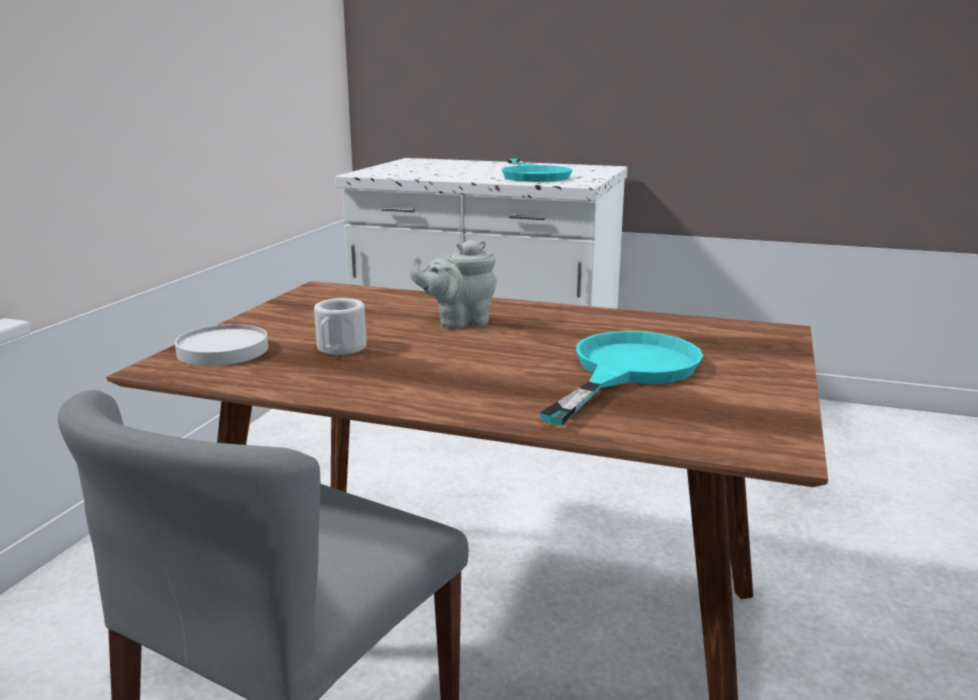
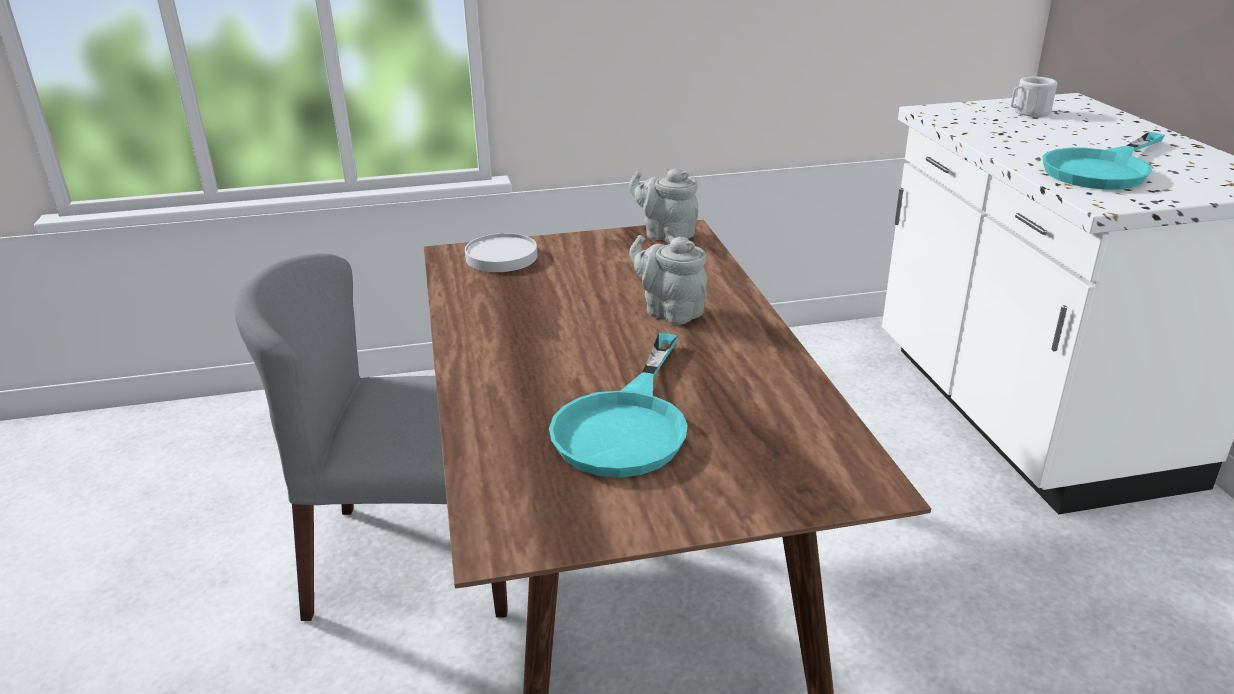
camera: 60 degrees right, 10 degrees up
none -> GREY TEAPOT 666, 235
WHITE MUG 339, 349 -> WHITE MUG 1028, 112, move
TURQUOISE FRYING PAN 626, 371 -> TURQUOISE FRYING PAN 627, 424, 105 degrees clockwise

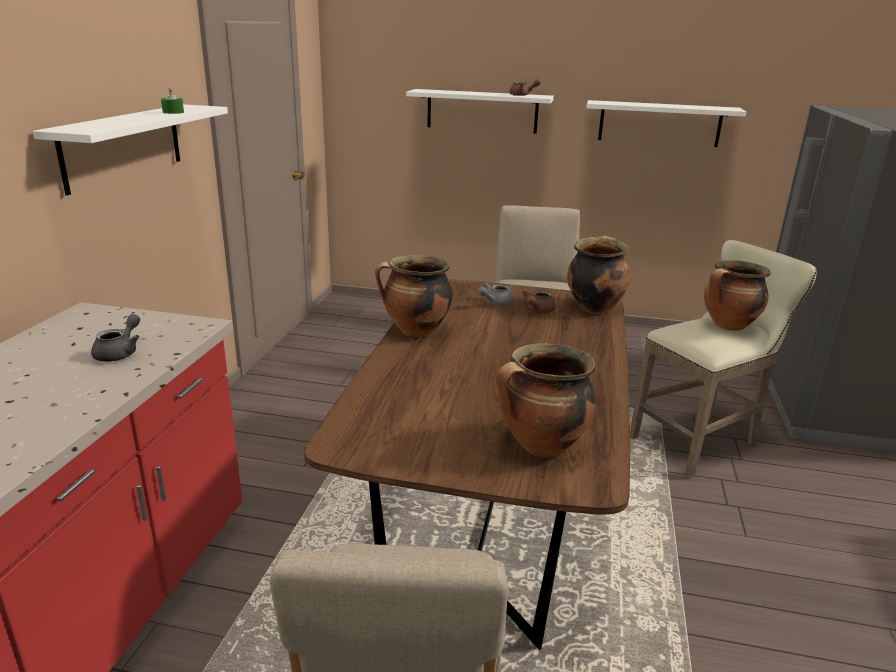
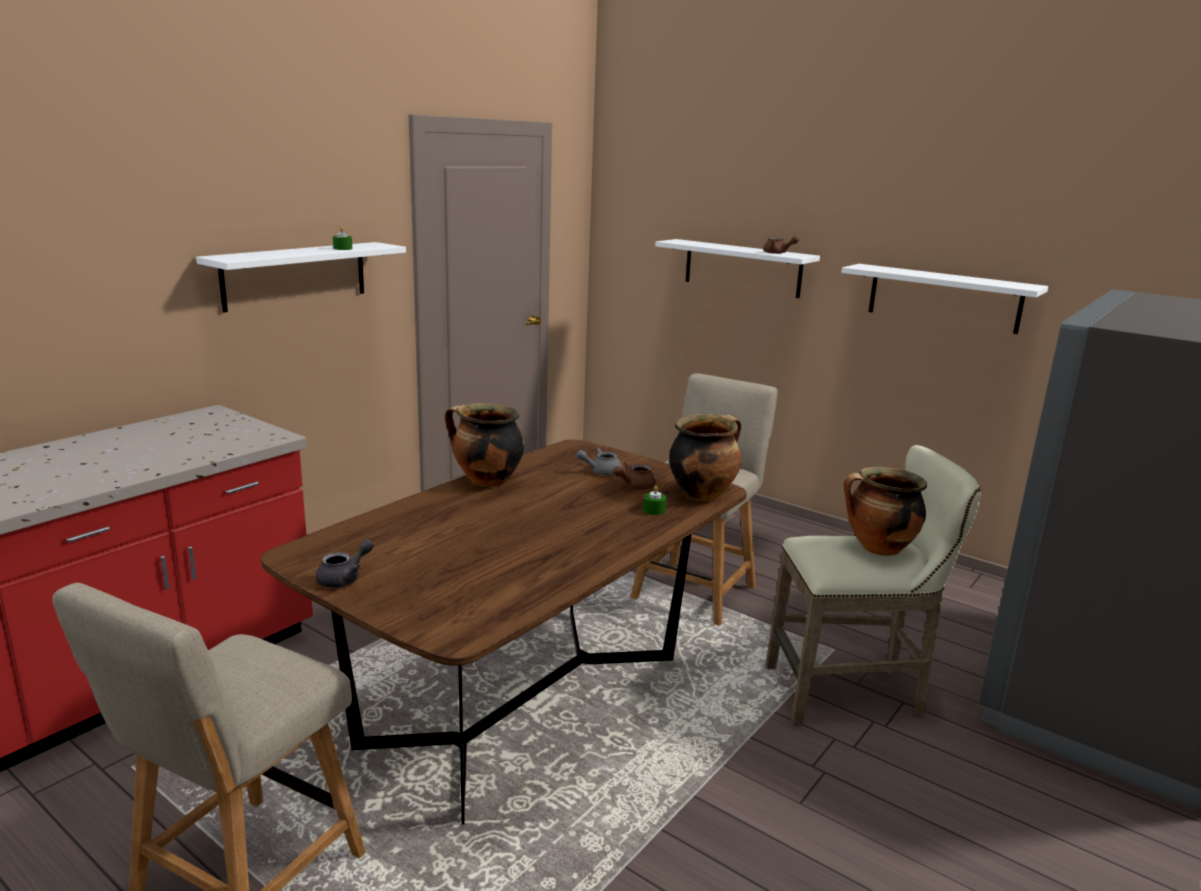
camera: 25 degrees right, 5 degrees down
COOKING POT 541, 446 -> none
none -> GREEN CANDLE 654, 510
GREY TEAPOT 120, 353 -> GREY TEAPOT 345, 578, move

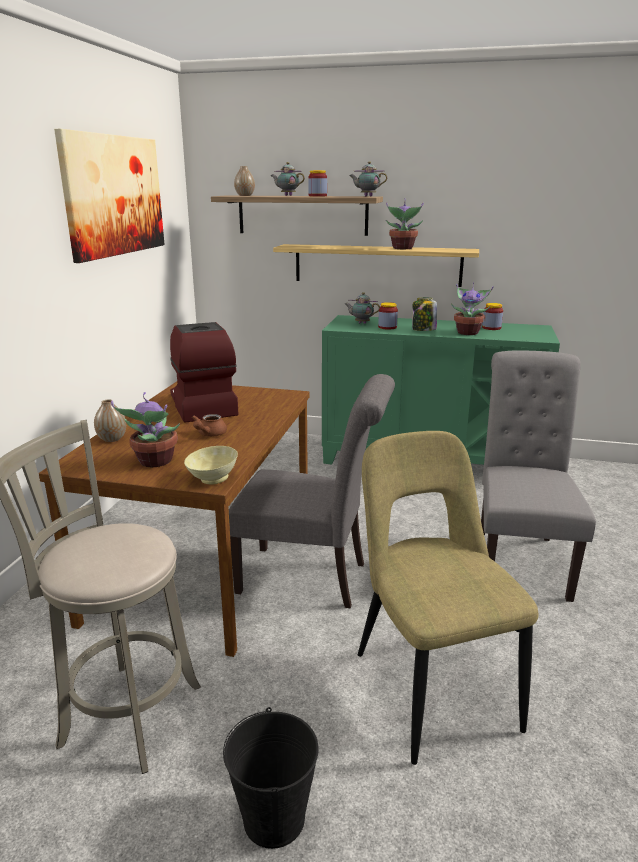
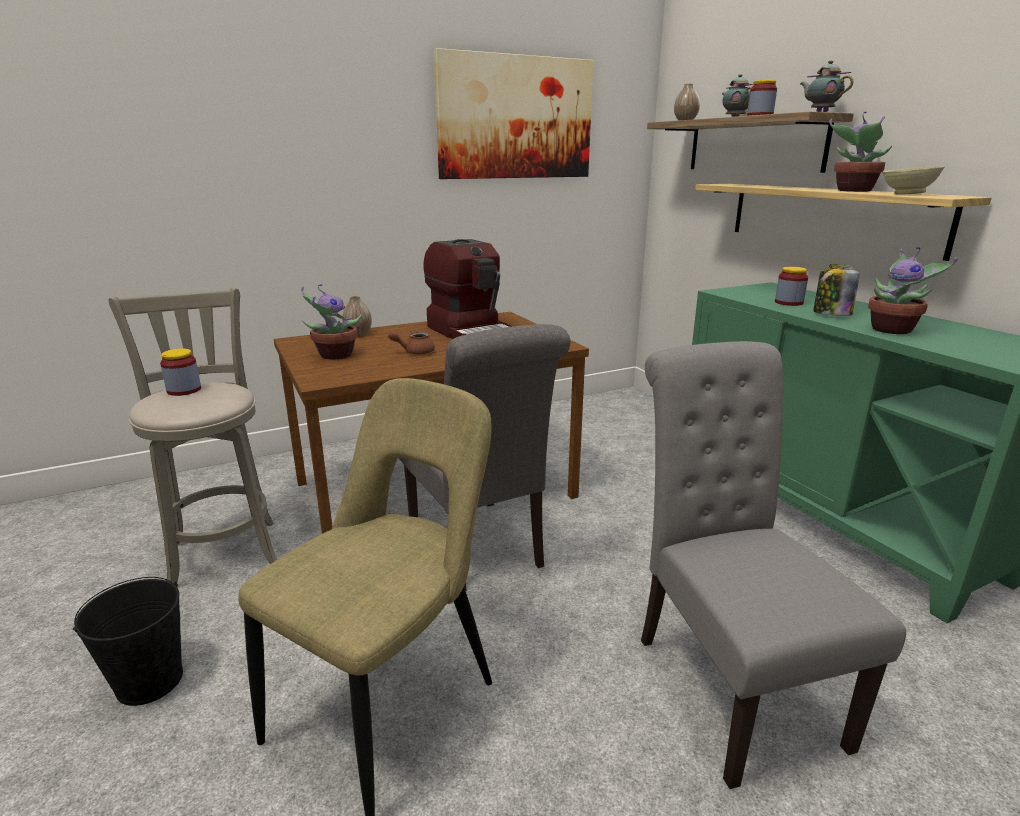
camera: 50 degrees right, 0 degrees up
TEAPOT 361, 323 -> none
BEIGE BOWL 212, 479 -> BEIGE BOWL 906, 194, move
JAR 491, 328 -> JAR 184, 390, move
COFFEE MACHINE 201, 406 -> COFFEE MACHINE 471, 332, 120 degrees clockwise
GREY CHAIR 519, 558 -> GREY CHAIR 727, 680, 75 degrees counterclockwise

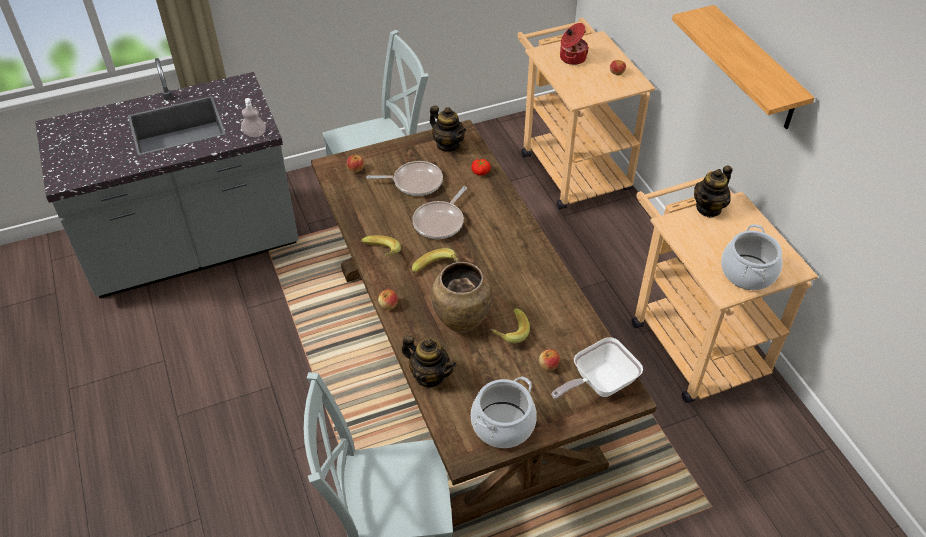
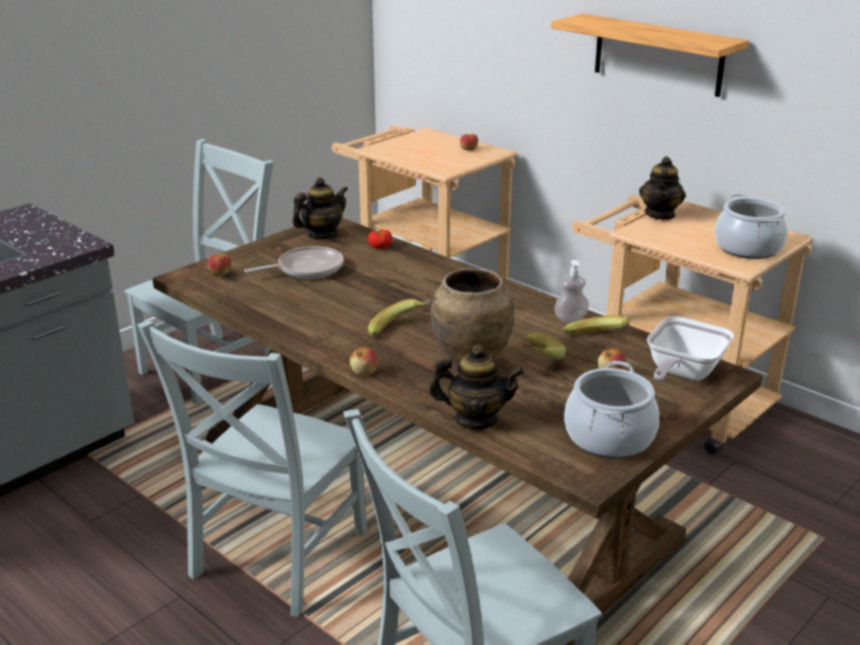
camera: 25 degrees left, 20 degrees down
FRYING PAN 440, 221 -> none
COOKING POT 572, 57 -> none
none -> GREY CHAIR 275, 558
SOAP DISPENSER 254, 134 -> SOAP DISPENSER 570, 319, move
BANANA 380, 255 -> BANANA 598, 341, move
TEAPOT 448, 144 -> TEAPOT 322, 234, 60 degrees counterclockwise

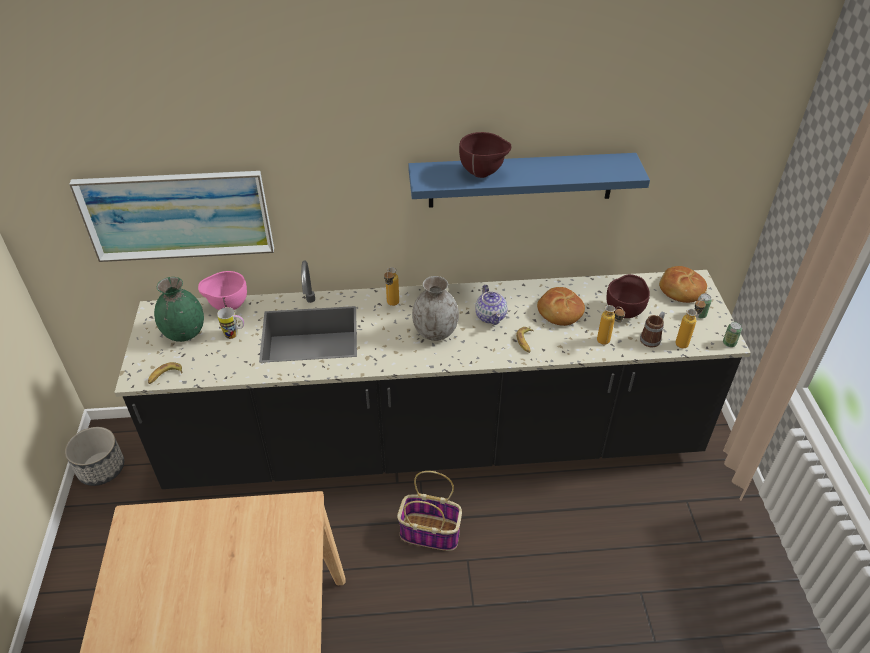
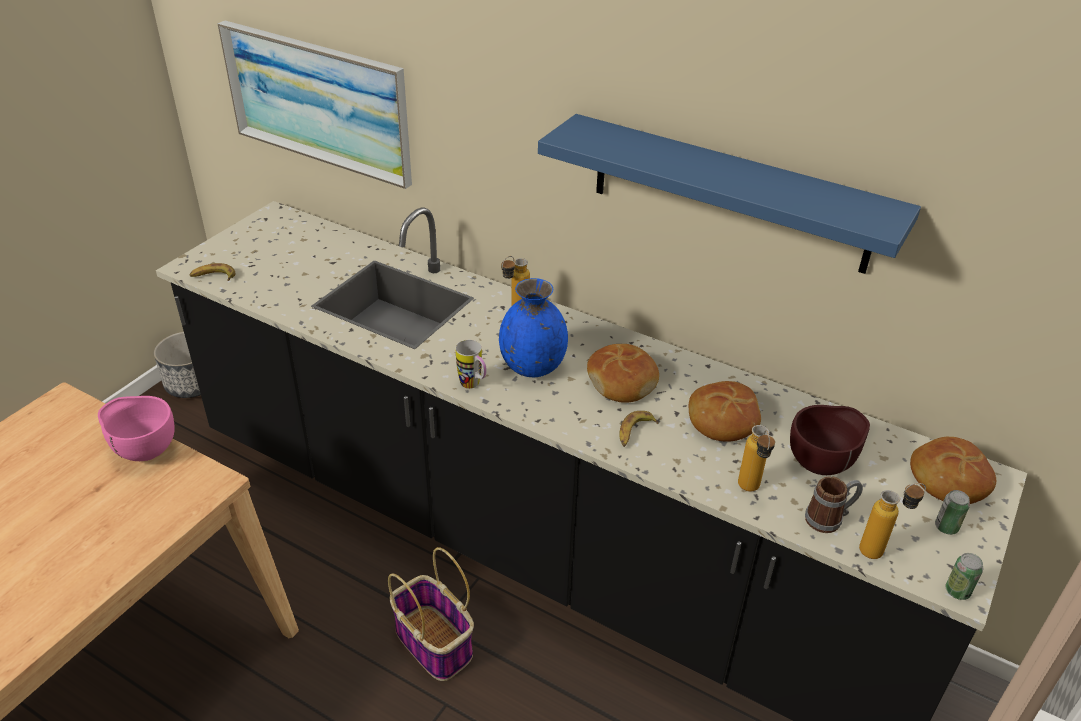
camera: 35 degrees right, 5 degrees down
GREEN VASE 185, 333 -> none
BROWN BOWL 483, 174 -> none
PINK BOWL 227, 307 -> PINK BOWL 145, 451, move
MUG 235, 335 -> MUG 473, 386, move
TEAPOT 490, 316 -> BREAD 622, 381
GREY VASE 435, 332 -> BLUE VASE 532, 366

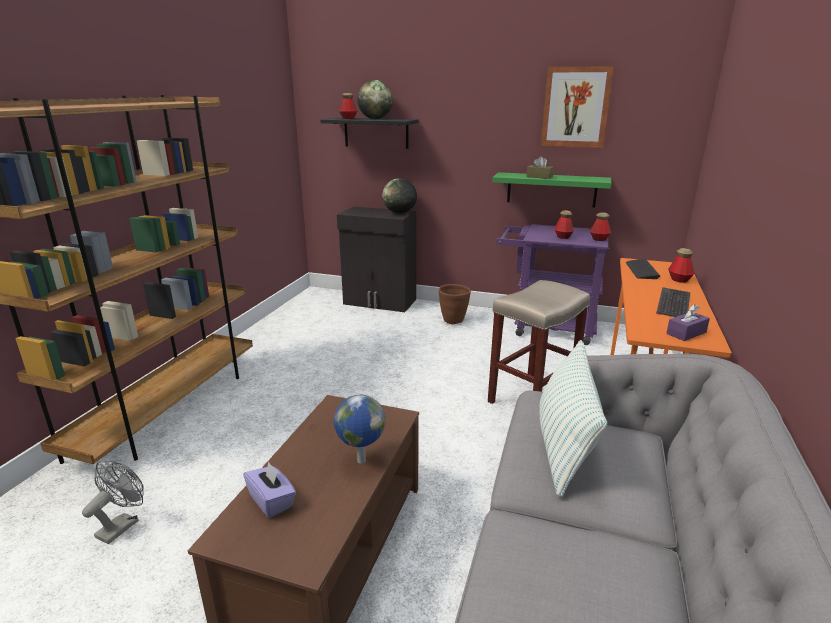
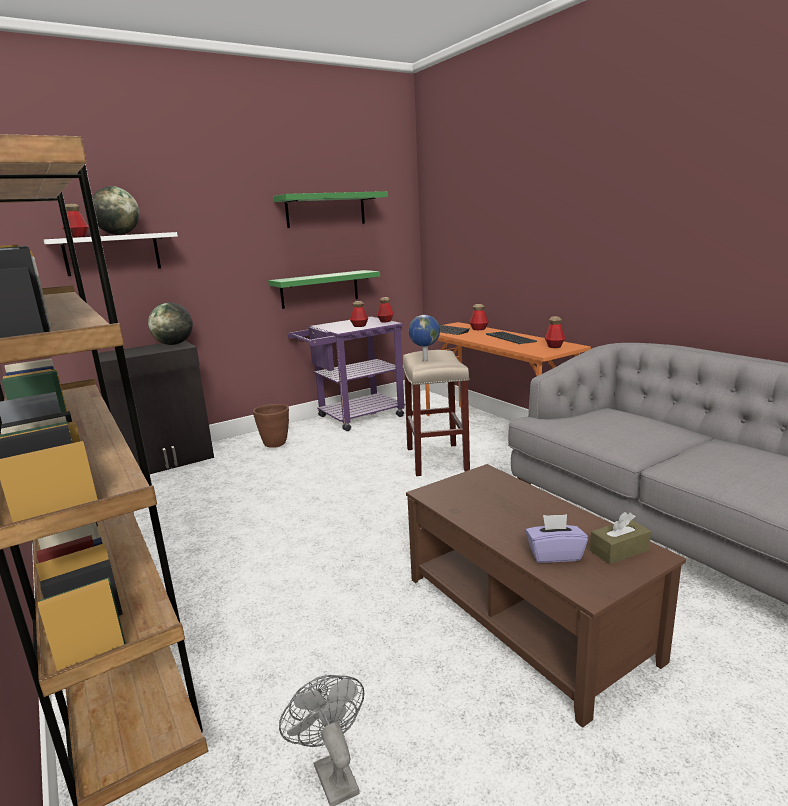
camera: 50 degrees left, 5 degrees down
PILLOW 564, 444 -> none
GLOBE 360, 460 -> GLOBE 424, 360, move
BROWN TISSUE BOX 539, 177 -> BROWN TISSUE BOX 619, 550, move
PICTURE 575, 107 -> GREEN SHELF 325, 210
PURPLE TISSUE BOX 686, 333 -> BOTTLE 554, 346
BLACK SHELF 376, 133 -> WHITE SHELF 112, 254

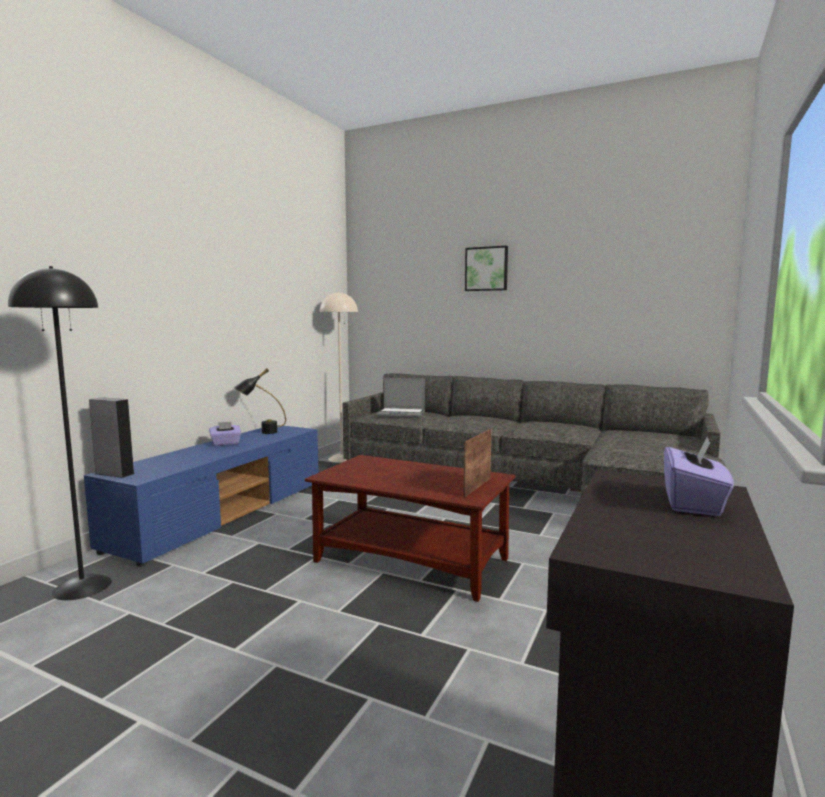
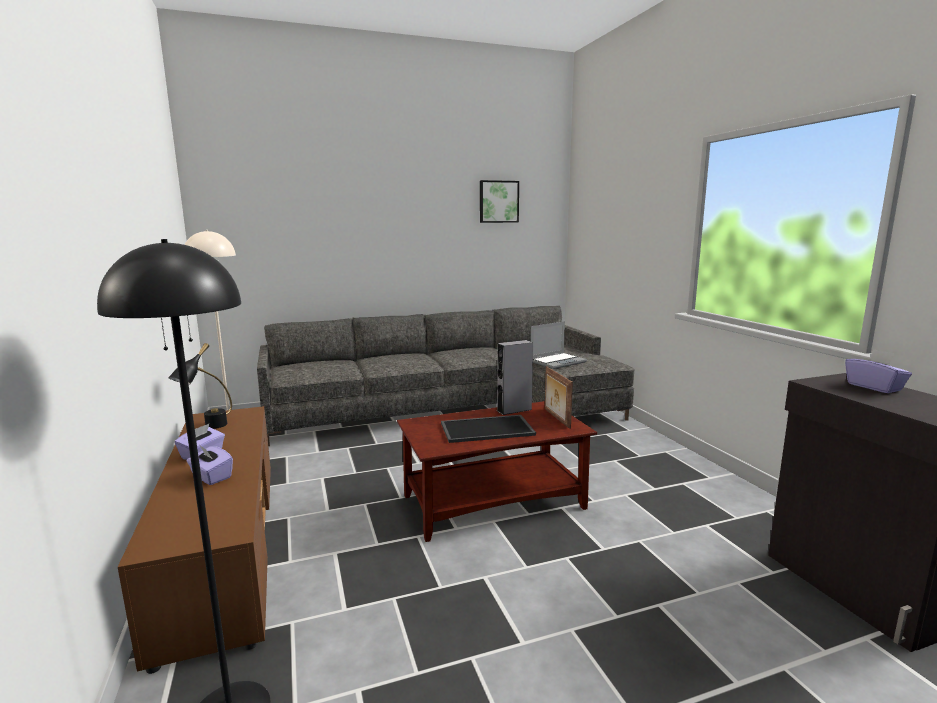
camera: 45 degrees left, 5 degrees up
none -> PURPLE TISSUE BOX 211, 477
none -> TRAY 487, 428
GREY SPEAKER 114, 473 -> GREY SPEAKER 514, 410, move
LAPTOP 402, 414 -> LAPTOP 558, 362, move
PICTURE 486, 269 -> PICTURE 498, 202, move
BLUE TV STAND 224, 514 -> BROWN TV STAND 223, 544

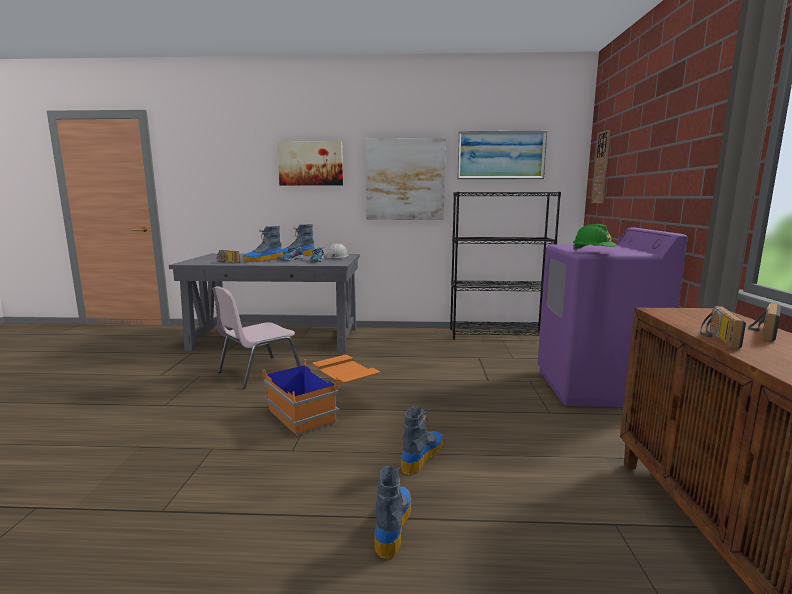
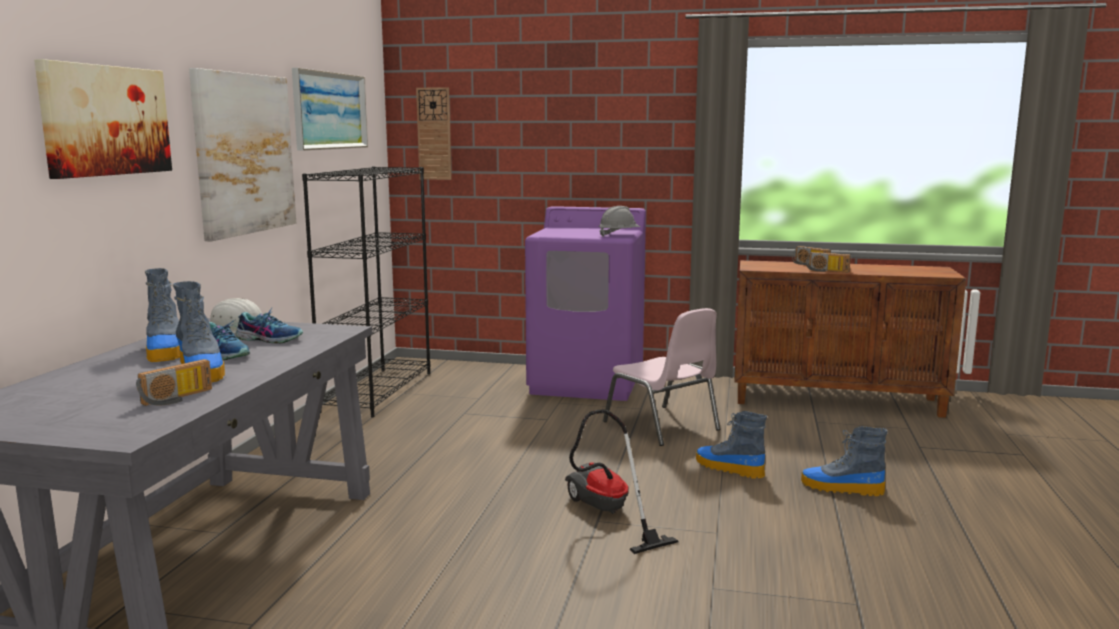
camera: 80 degrees left, 0 degrees up
PINK CHAIR 258, 372 -> PINK CHAIR 662, 426, move
ORANGE STORAGE BOX 324, 410 -> VACUUM CLEANER 605, 513
GREEN HARD HAT 593, 252 -> GREY HARD HAT 619, 235

